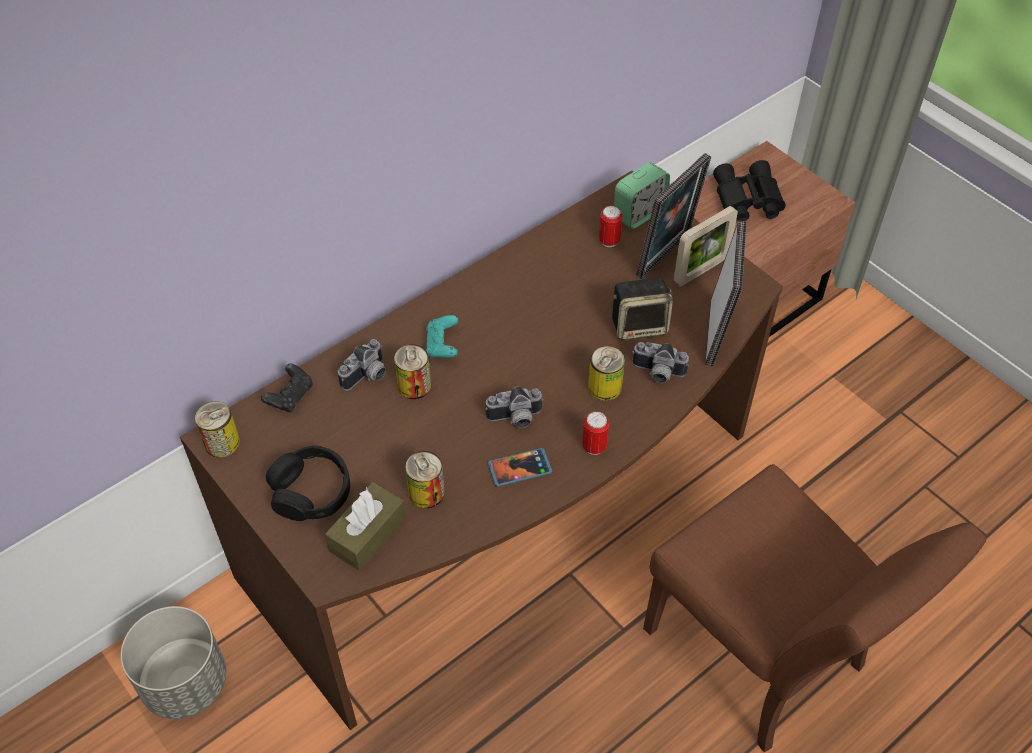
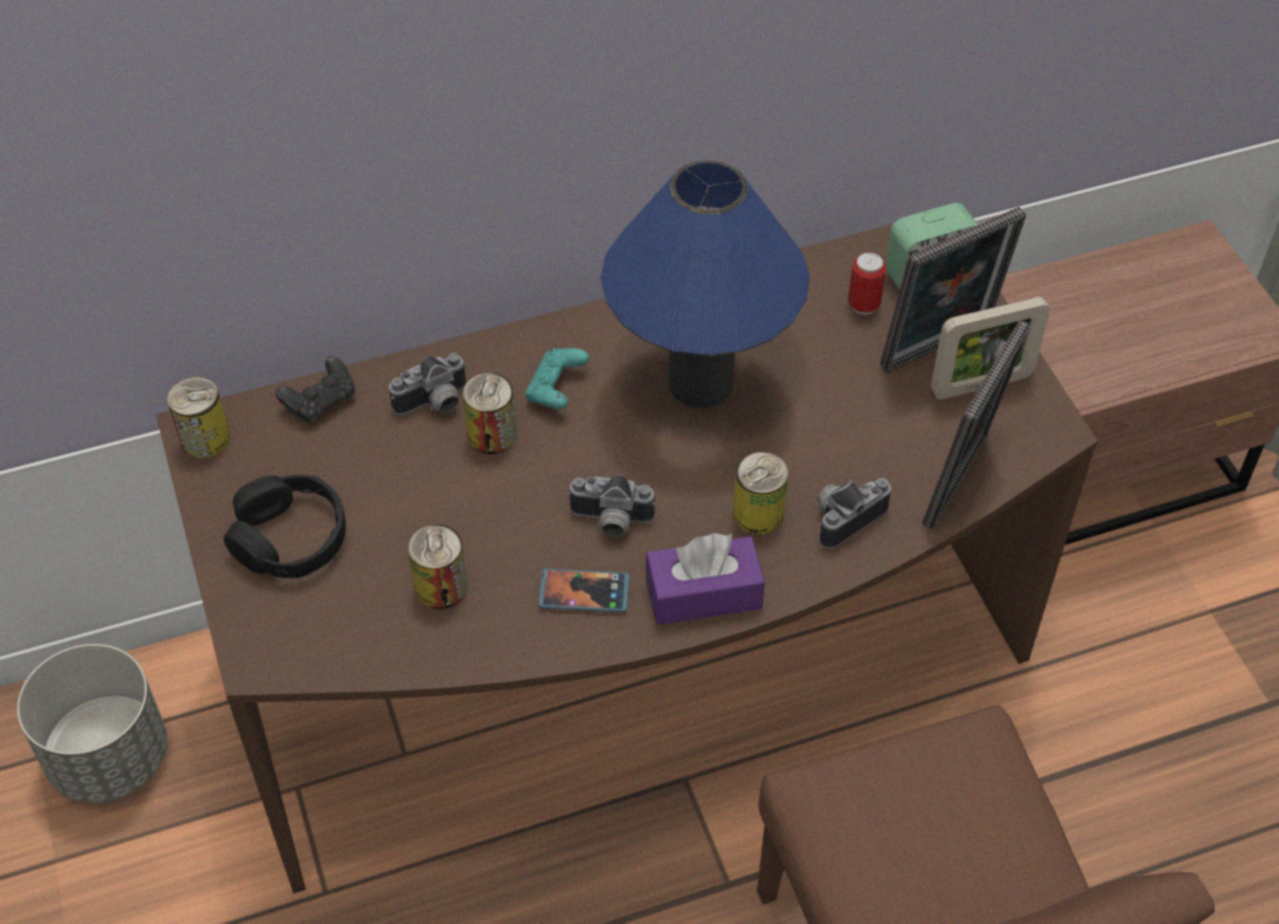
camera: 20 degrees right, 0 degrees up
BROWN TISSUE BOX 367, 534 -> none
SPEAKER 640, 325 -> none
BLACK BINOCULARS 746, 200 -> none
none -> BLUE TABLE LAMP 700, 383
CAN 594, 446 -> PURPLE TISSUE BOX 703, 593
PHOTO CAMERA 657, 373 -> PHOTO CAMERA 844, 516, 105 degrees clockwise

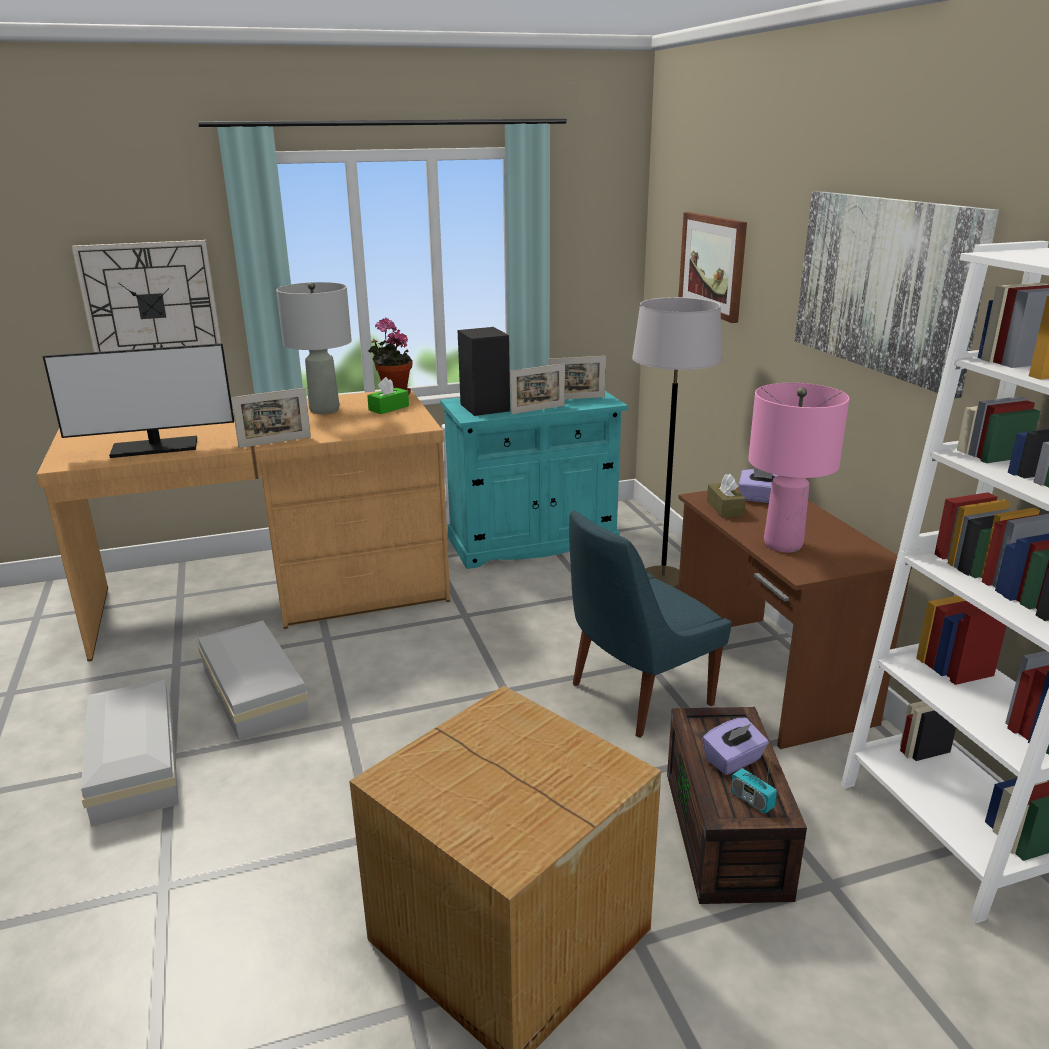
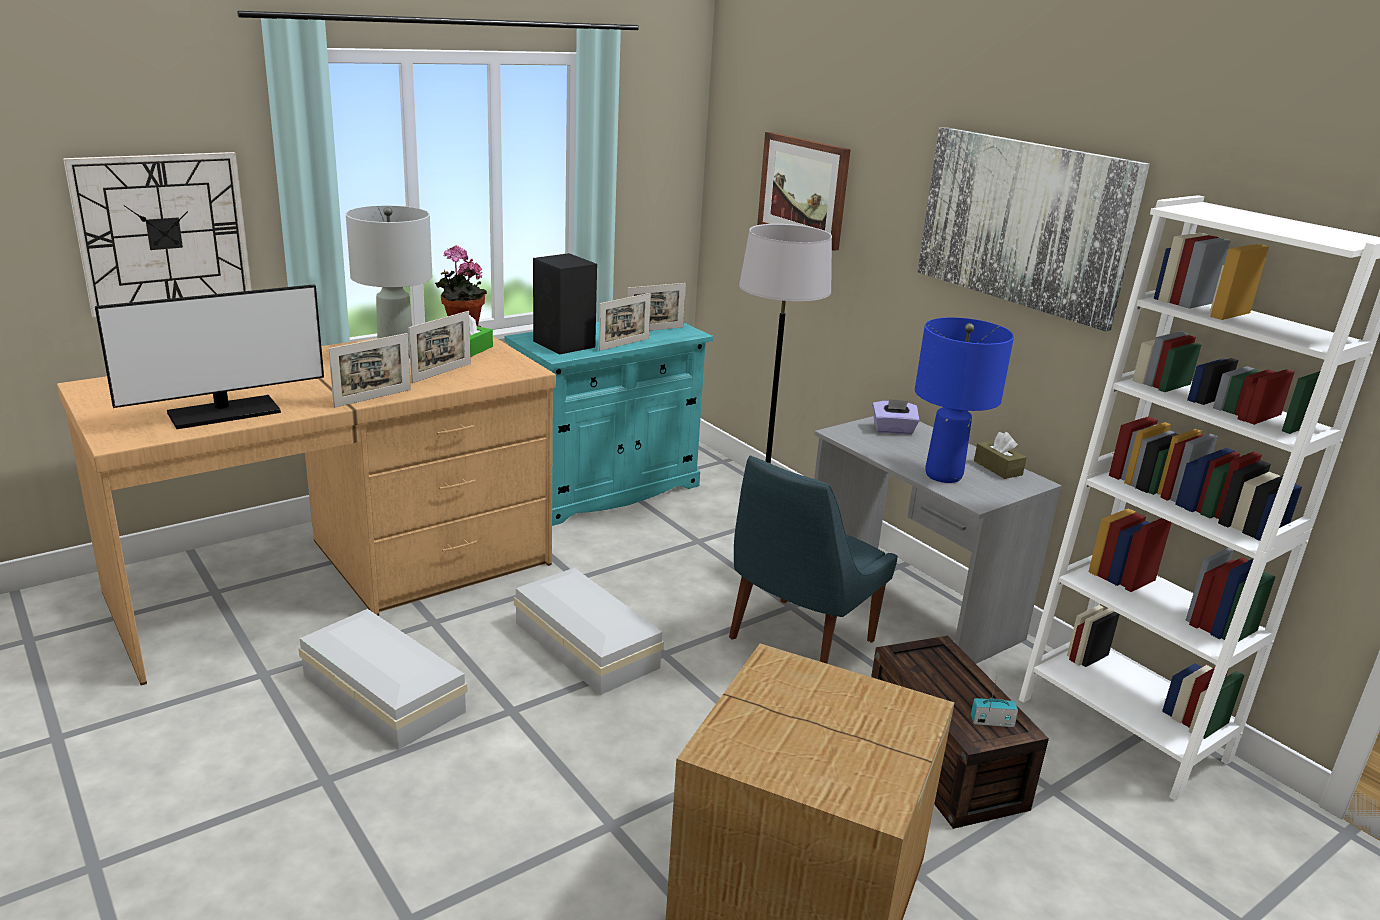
camera: 20 degrees left, 0 degrees up
PURPLE TISSUE BOX 733, 760 -> none
none -> PICTURE FRAME 441, 373
WHITE STORAGE BOX 137, 762 -> WHITE STORAGE BOX 586, 643, move
BROWN TISSUE BOX 725, 508 -> BROWN TISSUE BOX 997, 468, move
BROWN DESK 767, 677 -> GREY DESK 908, 607
PINK TABLE LAMP 783, 545 -> BLUE TABLE LAMP 944, 475
RADIO 752, 800 -> RADIO 992, 721, 150 degrees clockwise

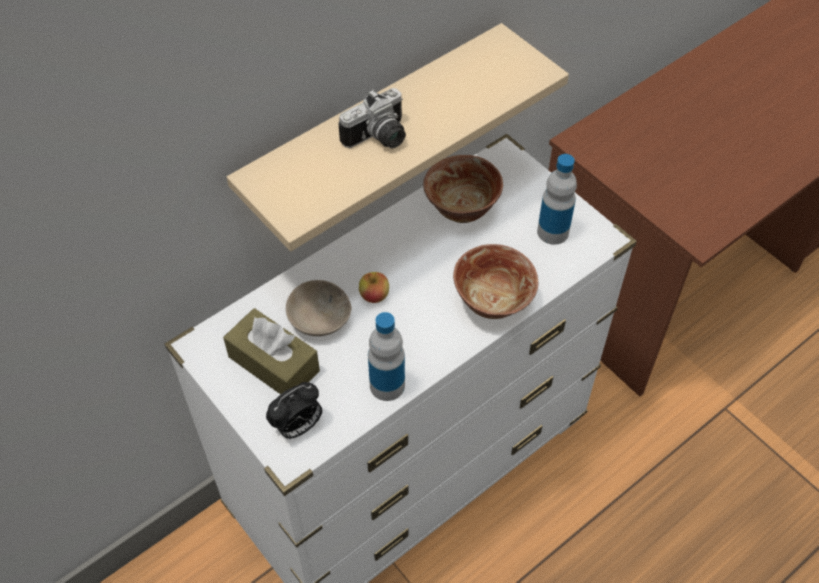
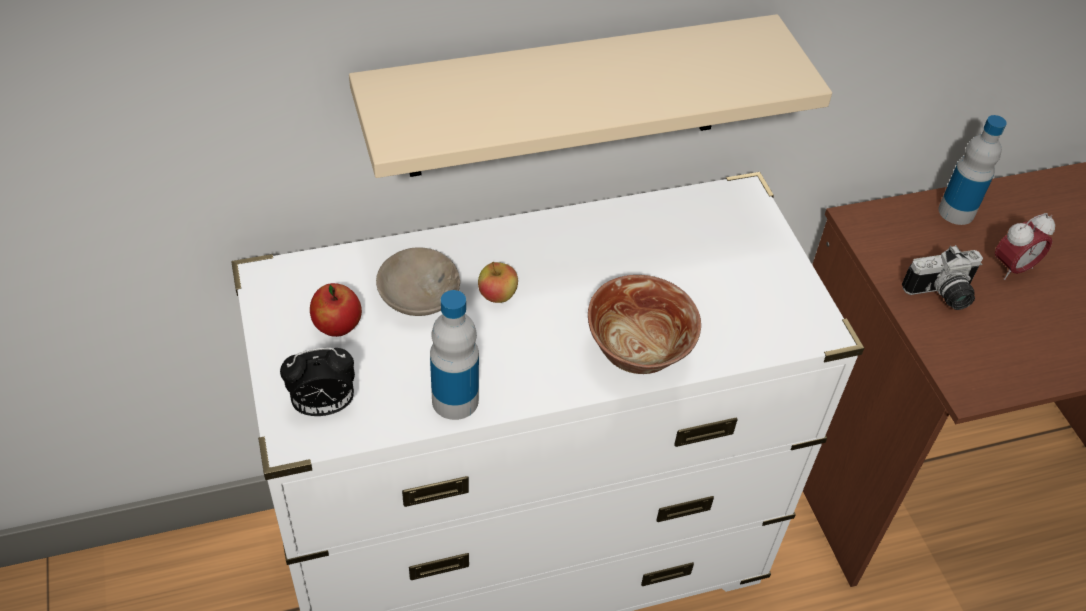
camera: 20 degrees right, 5 degrees down
BOWL 461, 209 -> none
none -> ALARM CLOCK 1012, 268
PHOTO CAMERA 379, 139 -> PHOTO CAMERA 942, 295, move
BOTTLE 553, 232 -> BOTTLE 956, 212, move
BROWN TISSUE BOX 274, 364 -> APPLE 338, 327

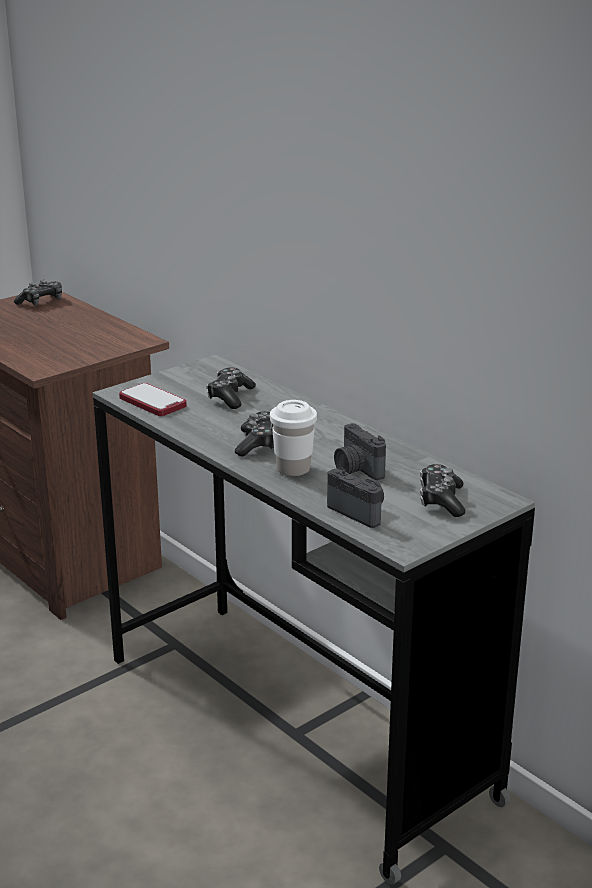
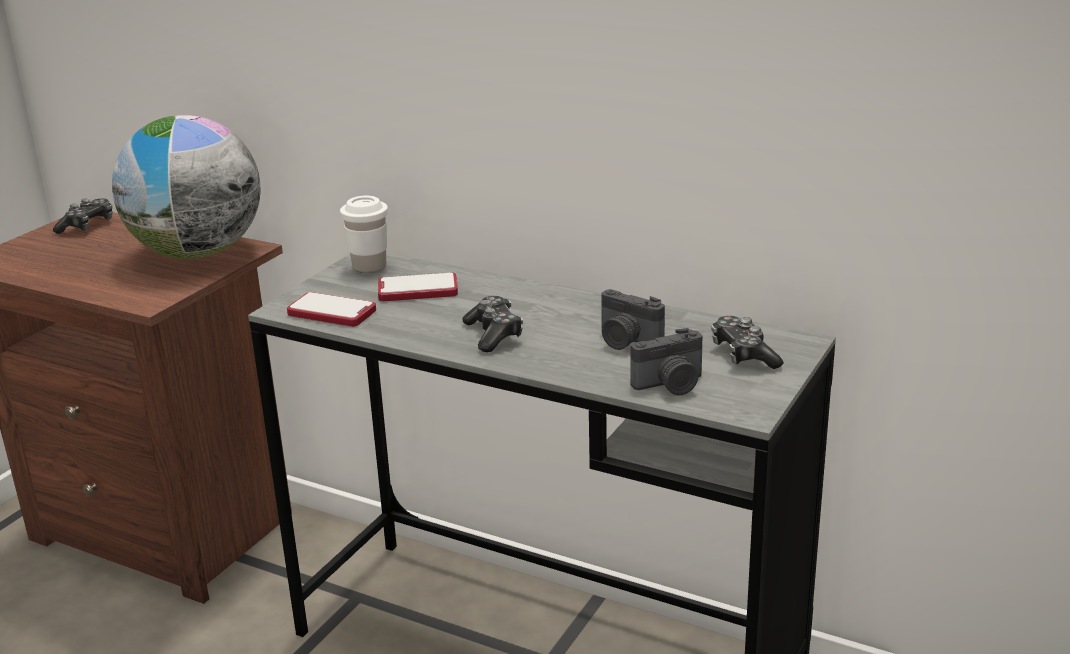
camera: 20 degrees left, 0 degrees up
none -> GLOBE 197, 253
WHITE CUP 293, 469 -> WHITE CUP 369, 266, move
GAME CONTROLLER 230, 397 -> PHONE 418, 290
PHOTO CAMERA 360, 511 -> PHOTO CAMERA 671, 385, 135 degrees clockwise

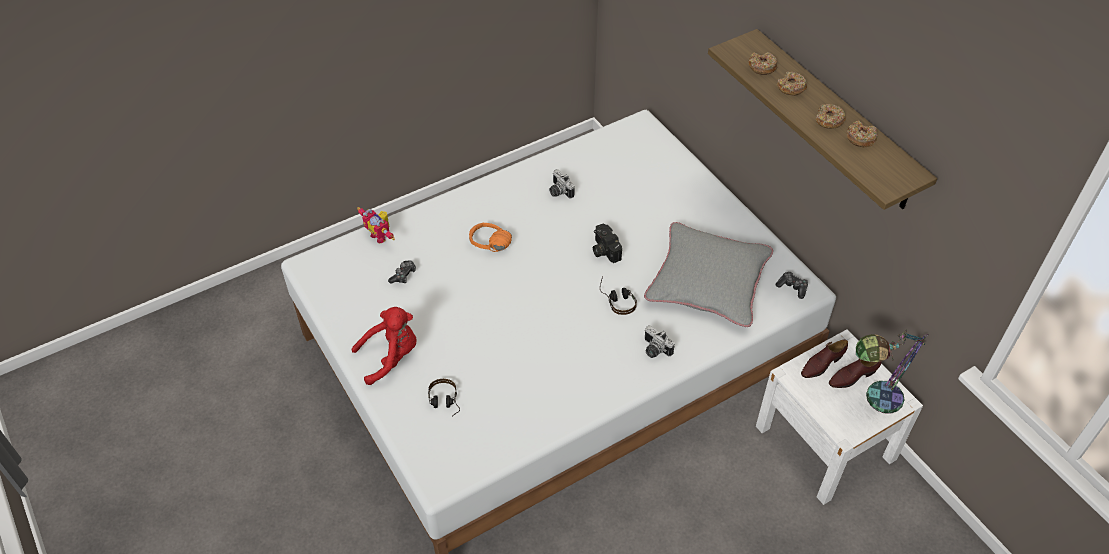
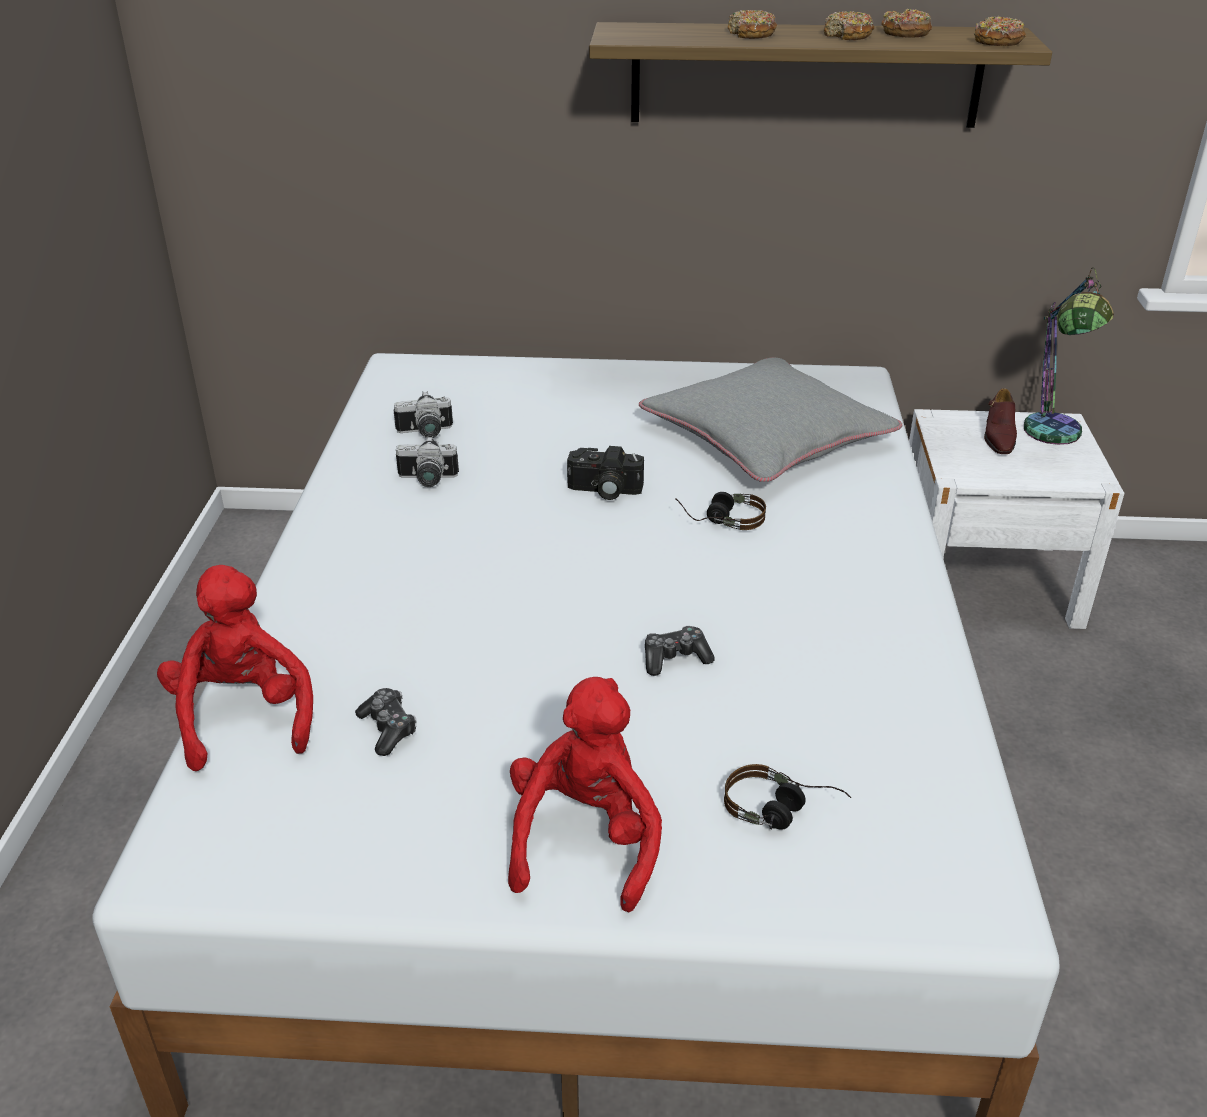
camera: 55 degrees left, 15 degrees down
ORANGE HEADPHONES 488, 248 -> none
BROWN SHOE 821, 364 -> none
PHOTO CAMERA 654, 350 -> PHOTO CAMERA 425, 433, move
DONUT 762, 67 -> DONUT 997, 41, move
GAME CONTROLLER 792, 287 -> GAME CONTROLLER 675, 658, move
TOY ROBOT 381, 235 -> RED PLUSH TOY 243, 716

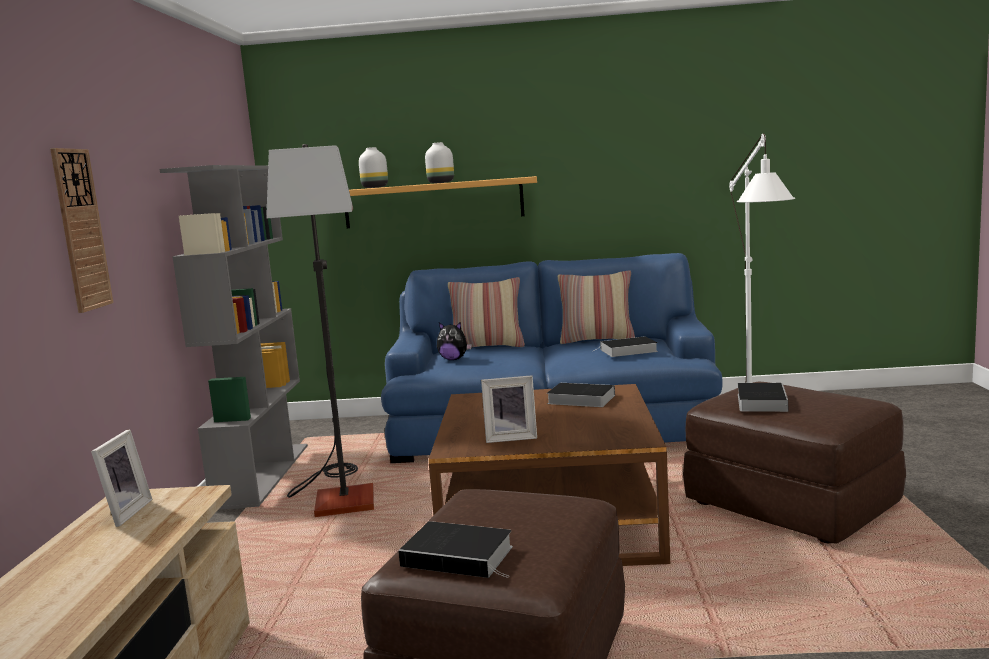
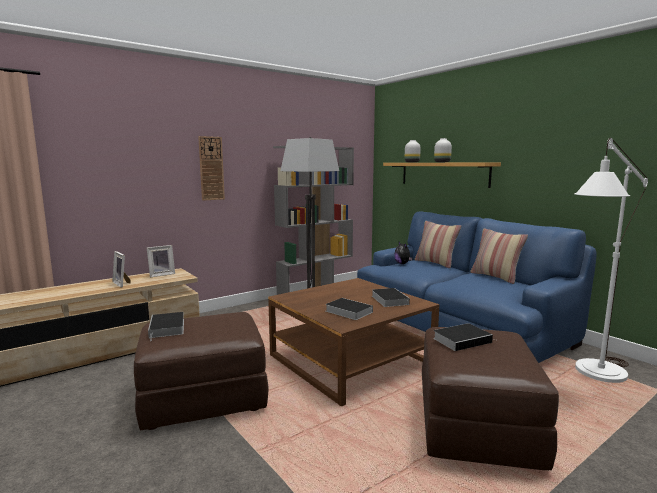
camera: 50 degrees right, 0 degrees up
PICTURE FRAME 510, 437 -> PICTURE FRAME 122, 283, move
BOOK 627, 351 -> BOOK 347, 311, move

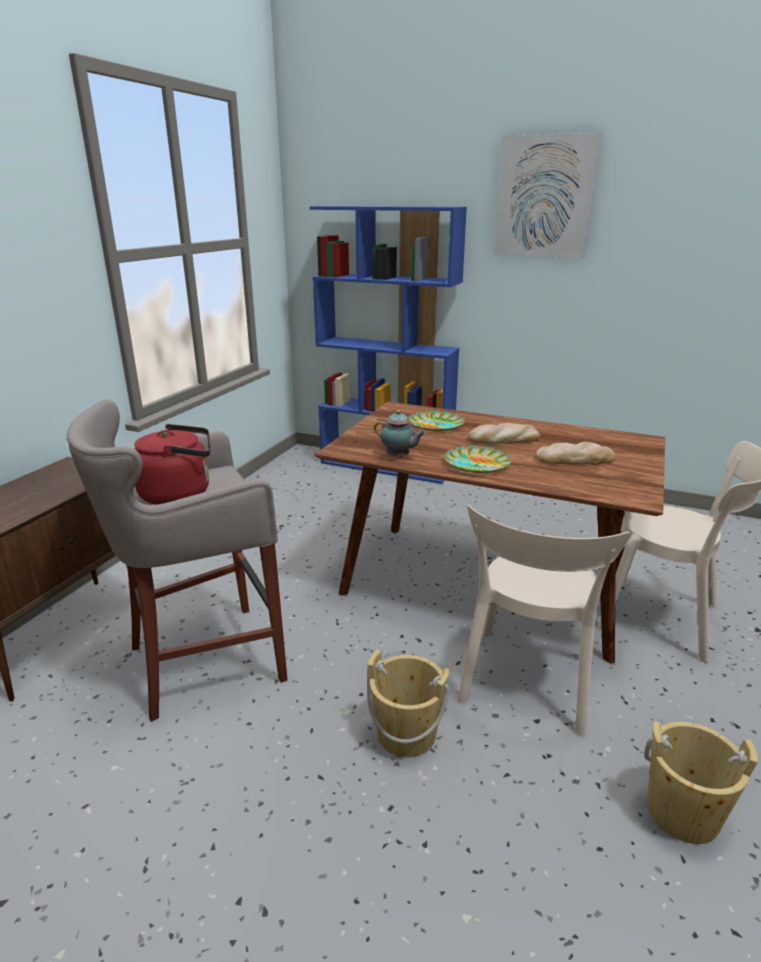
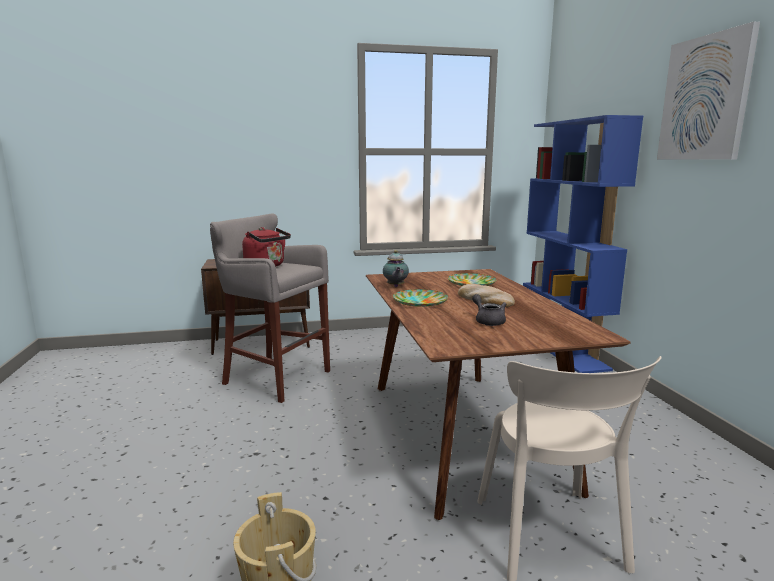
camera: 55 degrees right, 10 degrees down
BEIGE BUCKET 406, 734 -> none
BEIGE CHAIR 527, 684 -> none
BREAD 574, 459 -> GREY TEAPOT 488, 321

